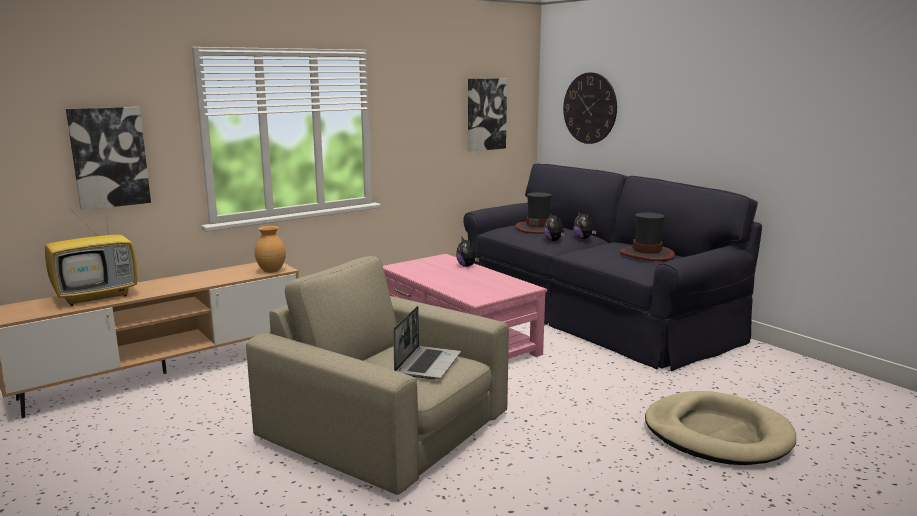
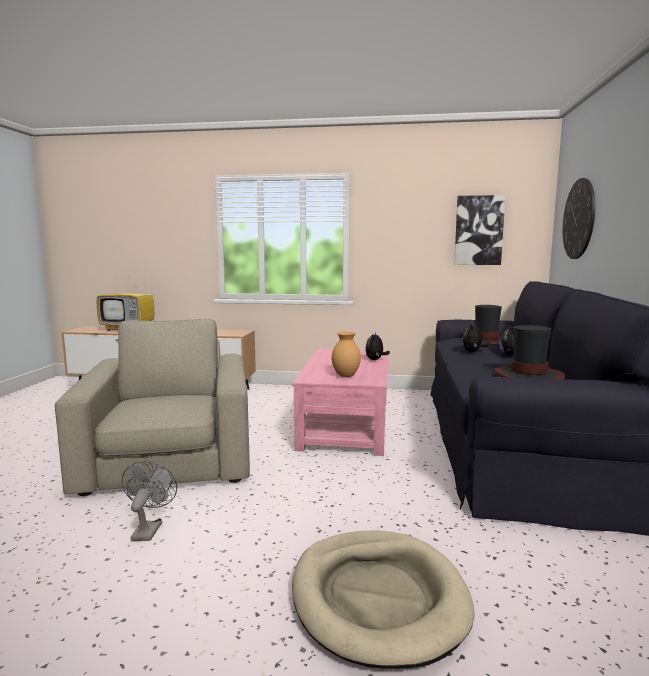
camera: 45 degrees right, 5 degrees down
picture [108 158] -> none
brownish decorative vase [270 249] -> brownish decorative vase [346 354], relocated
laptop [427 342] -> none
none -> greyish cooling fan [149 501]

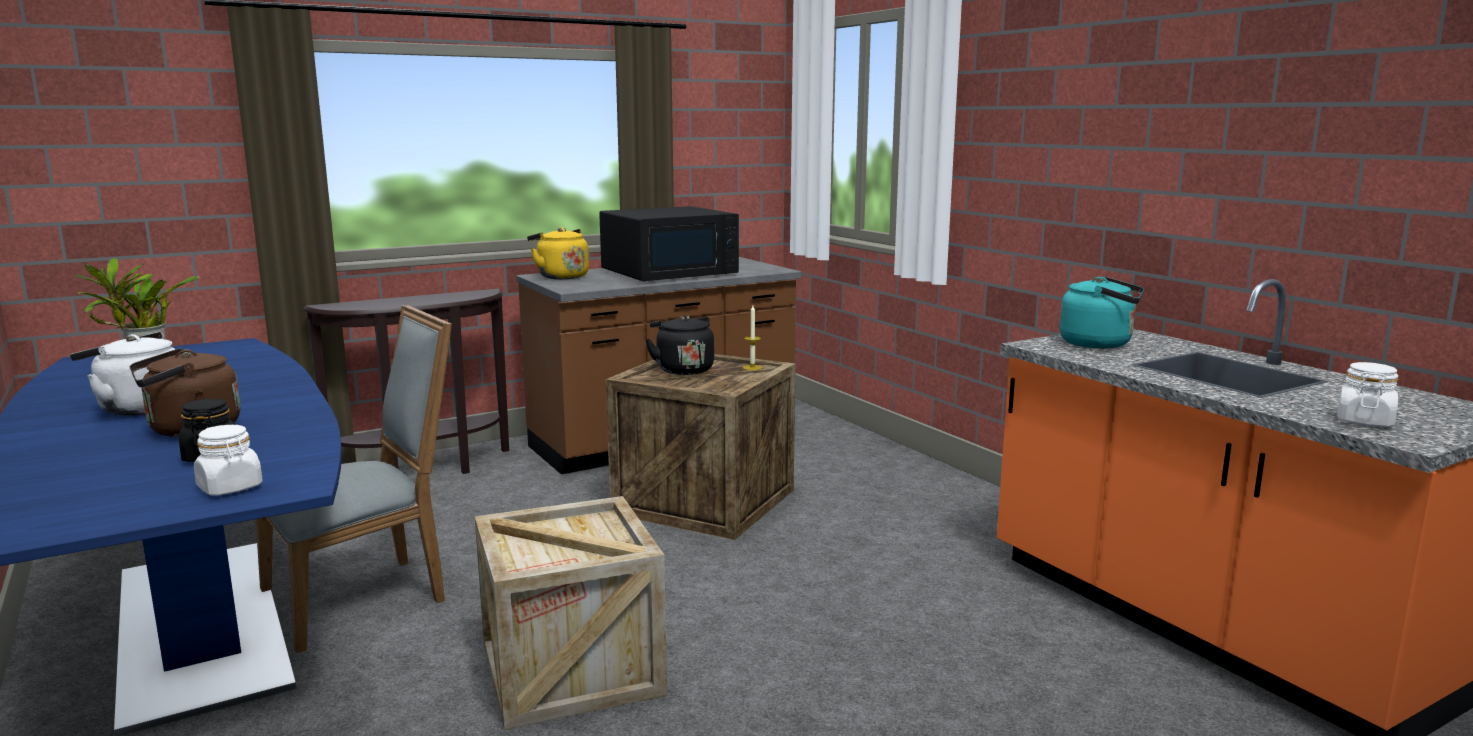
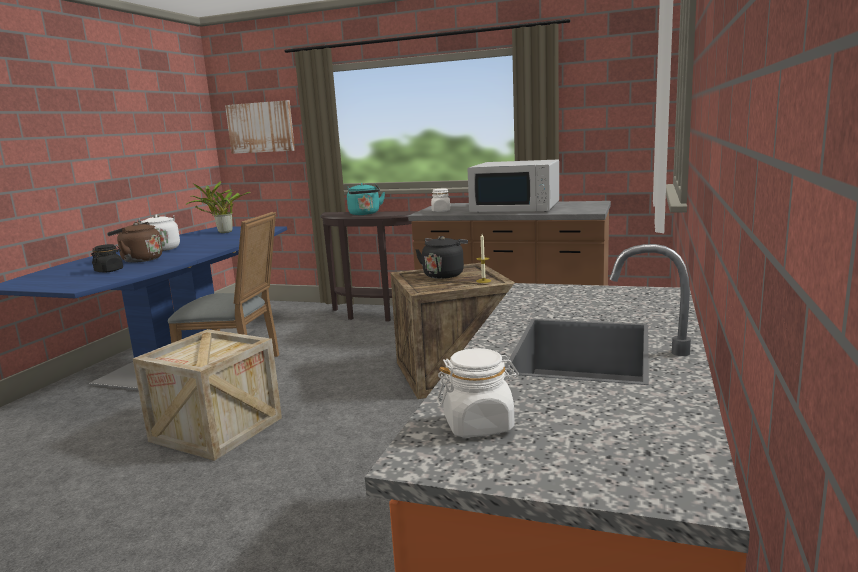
camera: 50 degrees right, 0 degrees up
black-coloured microwave oven [669 244] -> whitish microwave oven [513 186]
yellow kettle [558 253] -> none
turquoise-coloured kettle [1101 313] -> turquoise-coloured kettle [366 199], relocated
whitish storage jar [228 460] -> whitish storage jar [440 200], relocated
none -> picture [260 127]

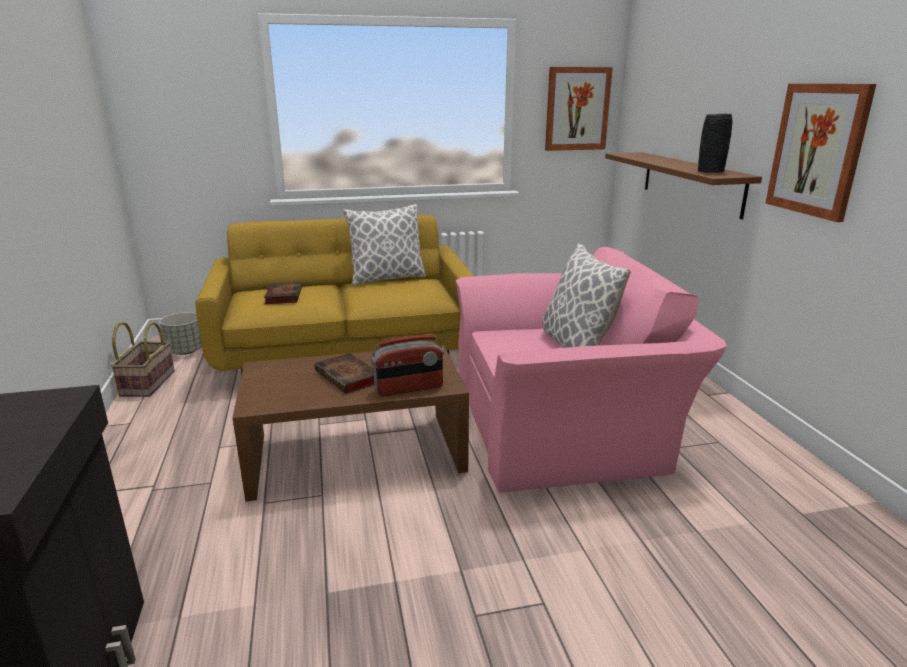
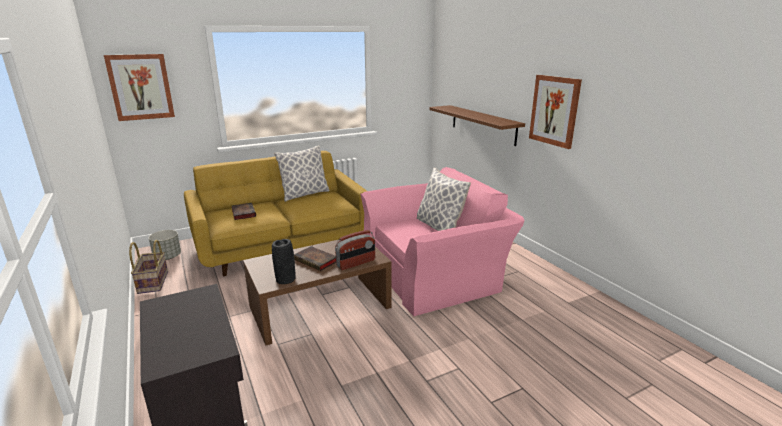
camera: 15 degrees left, 0 degrees up
picture [579 109] -> picture [139 87], relocated
black-coloured decorative vase [715 143] -> black-coloured decorative vase [284 261], relocated

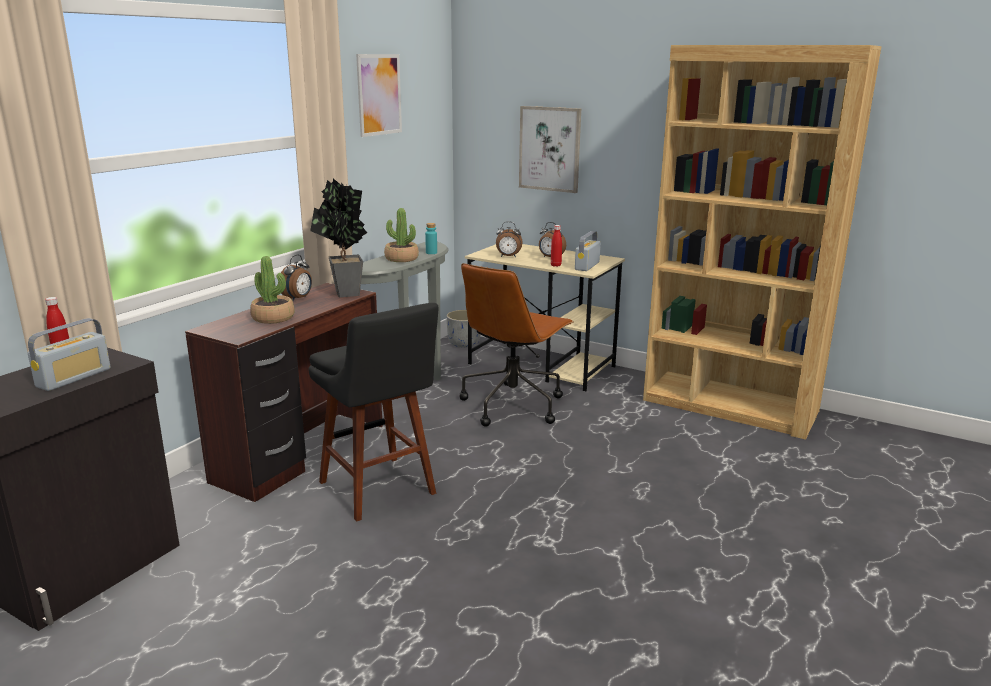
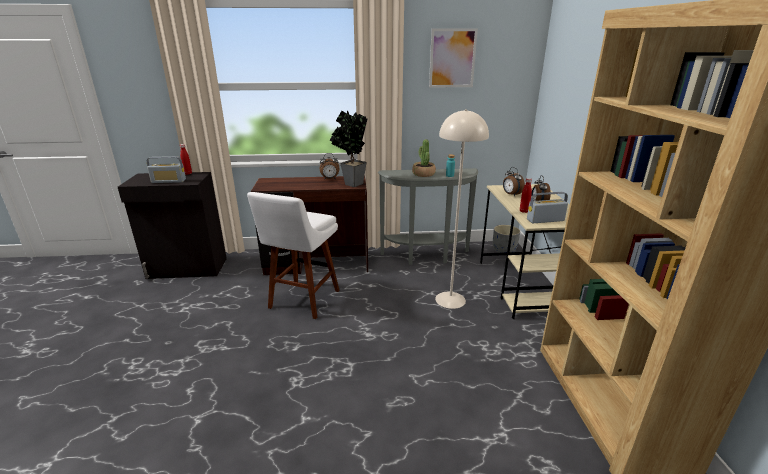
camera: 55 degrees right, 5 degrees up
picture [550 149] -> none
plant in a pot [272 290] -> none
brownish computer chair [516 345] -> beige-coloured floor lamp [462 209]
black-coloured sitting stool [373 412] -> whitish sitting stool [293 255]

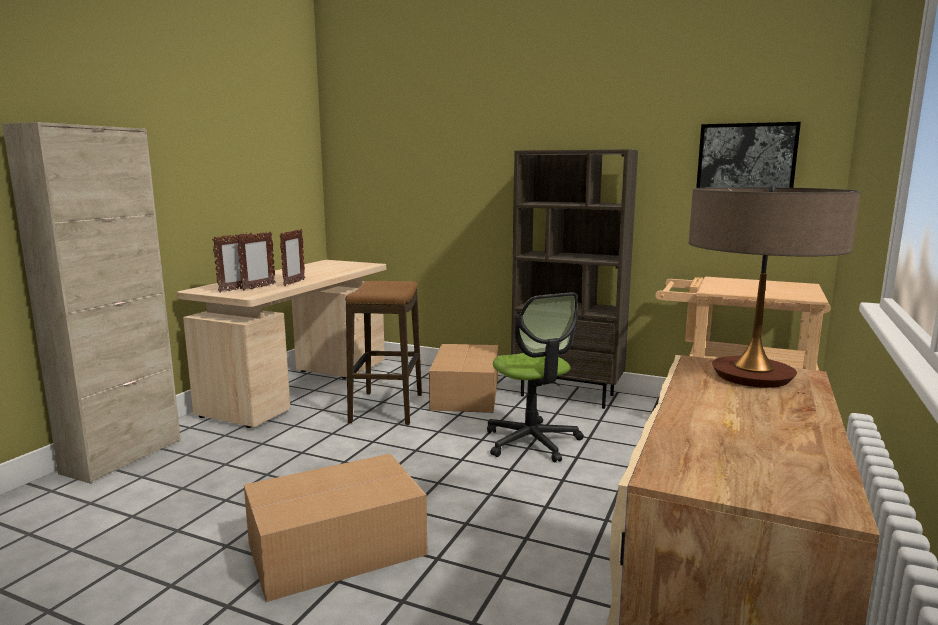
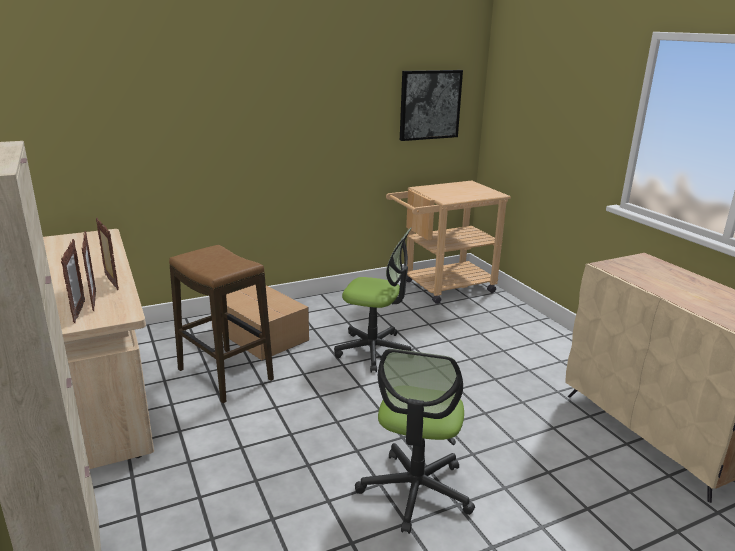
camera: 50 degrees left, 10 degrees up
brownish bookshelf [574 279] -> none
table lamp [775 287] -> none
cardboard box [336 527] -> computer chair [415 441]

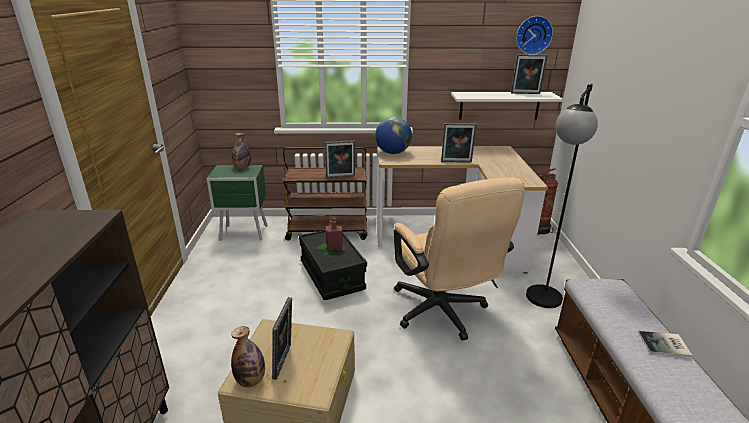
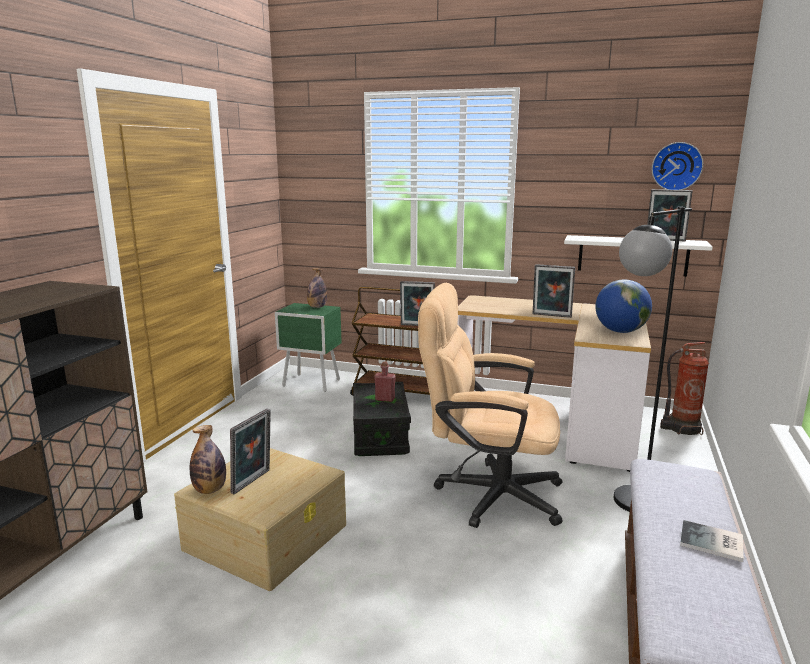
camera: 20 degrees right, 10 degrees down
desk globe [393 135] -> desk globe [623 306], relocated
beige-coloured computer chair [459 259] -> beige-coloured computer chair [490 405], 105 degrees clockwise

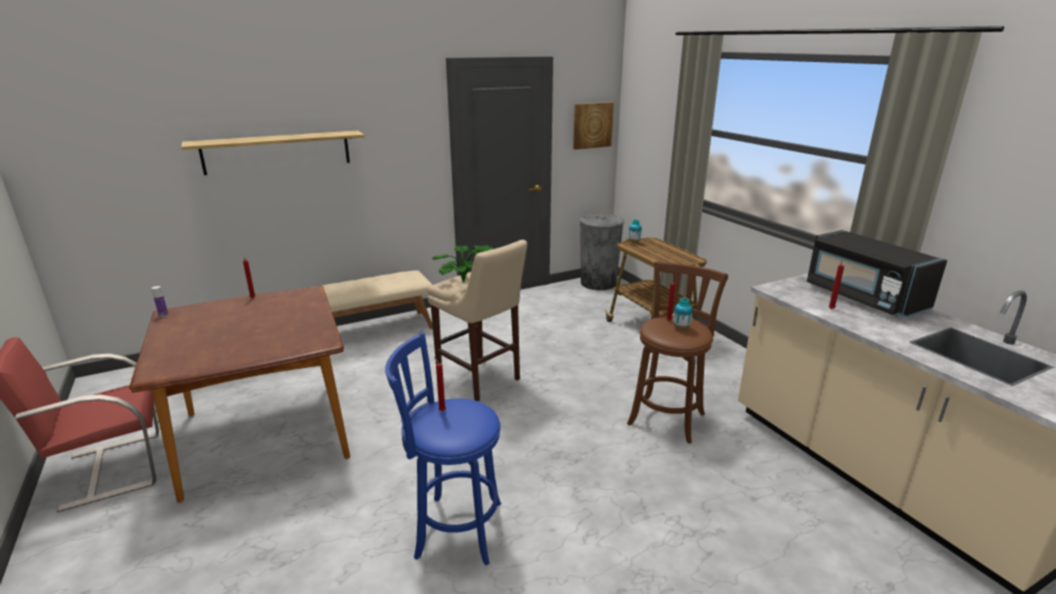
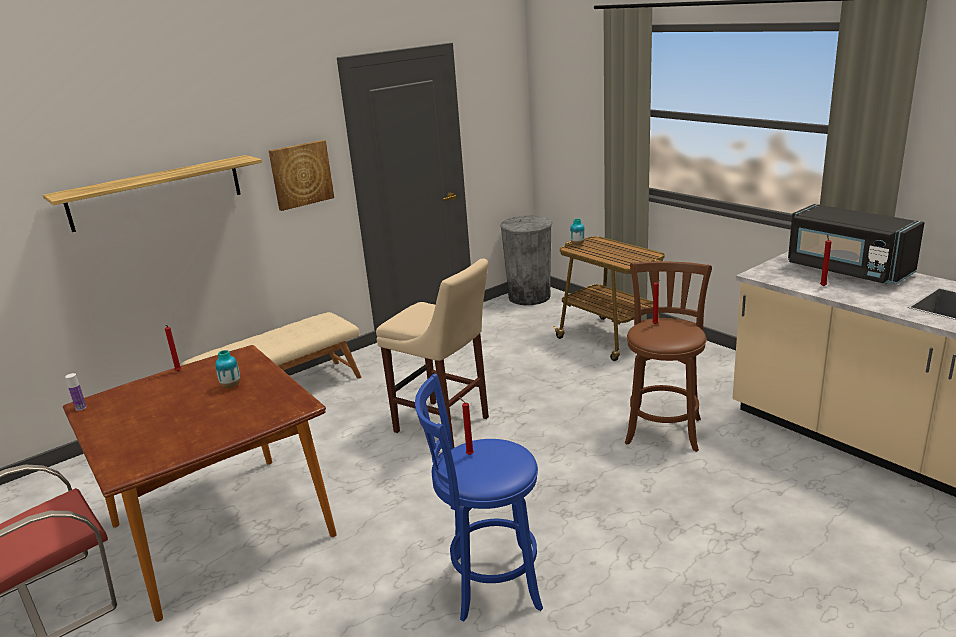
camera: 10 degrees left, 0 degrees up
picture [593 126] -> picture [301 175], relocated
plant in a pot [463 263] -> none
decorative vase [682 314] -> decorative vase [227 369], relocated

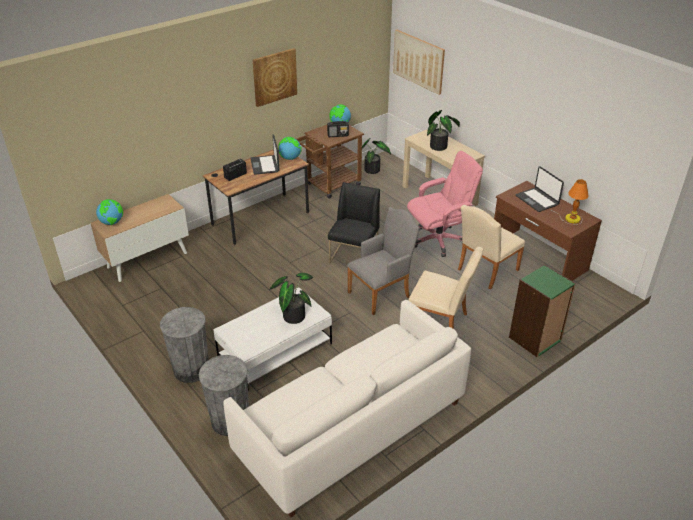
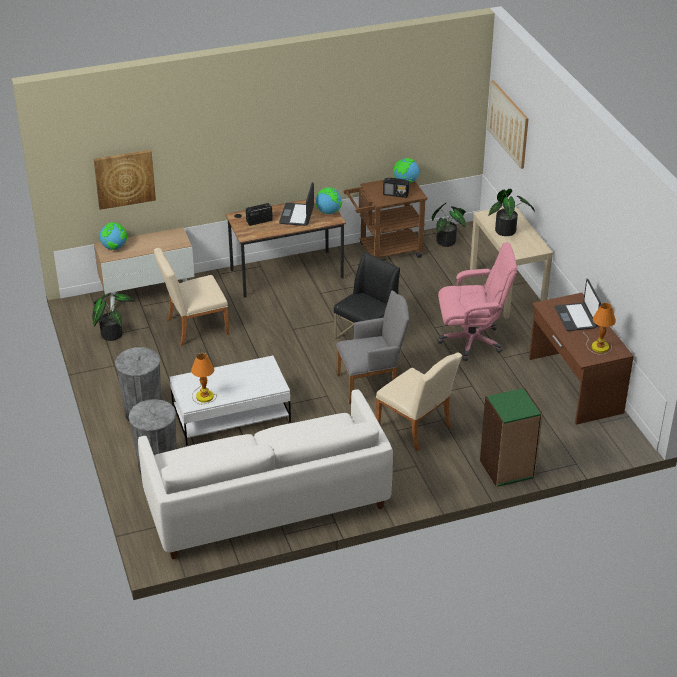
camera: 20 degrees right, 0 degrees up
picture [275 77] -> picture [125 180], relocated
beige-coloured plain chair [491 247] -> beige-coloured plain chair [191 297], relocated
plant in a pot [292 298] -> plant in a pot [113 317], relocated
none -> table lamp [204 378]

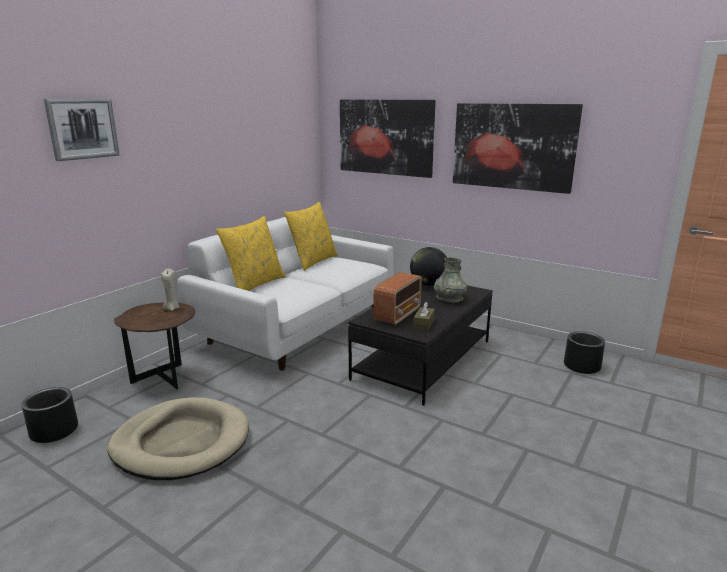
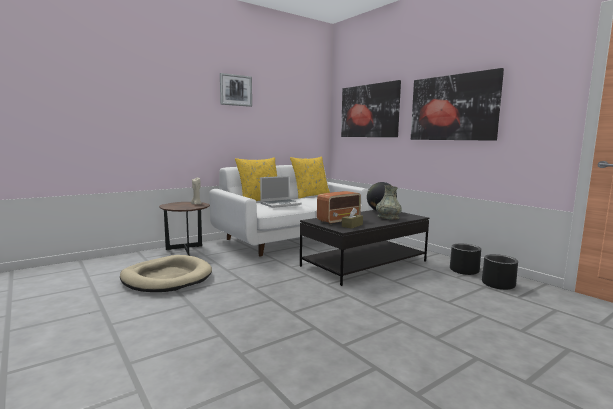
camera: 20 degrees right, 10 degrees down
picture [82 130] -> picture [236 90], relocated
black-coloured planter [49 415] -> black-coloured planter [465 259], relocated
none -> laptop [281 192]

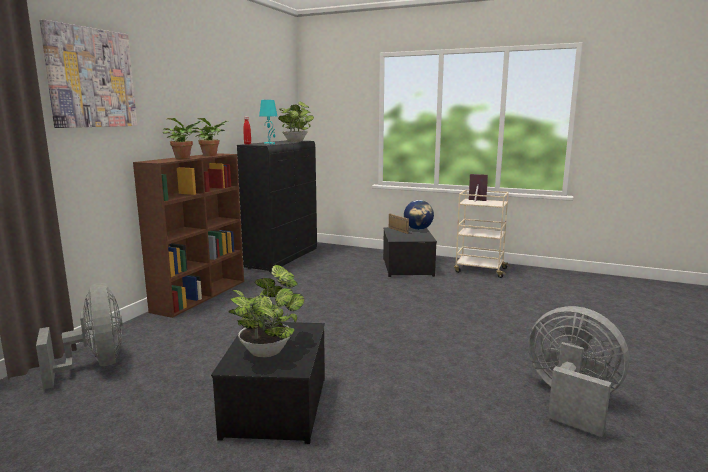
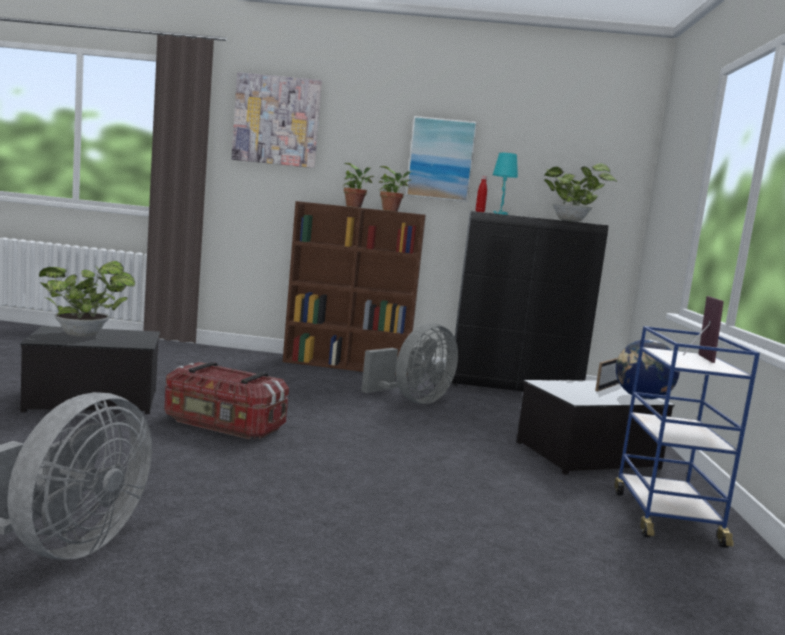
camera: 70 degrees right, 5 degrees down
beige-coloured trolley [482 233] -> blue-coloured trolley [687 437]
greyish cooling fan [79 336] -> greyish cooling fan [409 363], relocated
none -> picture [441 159]
none -> storage container [226 400]

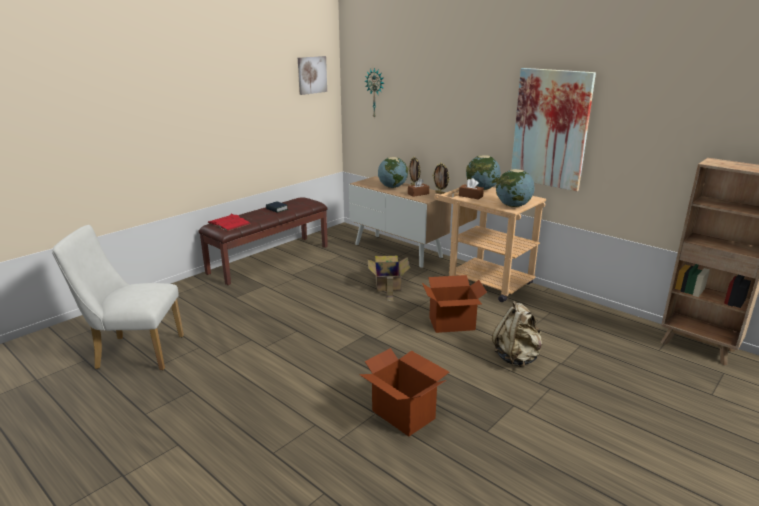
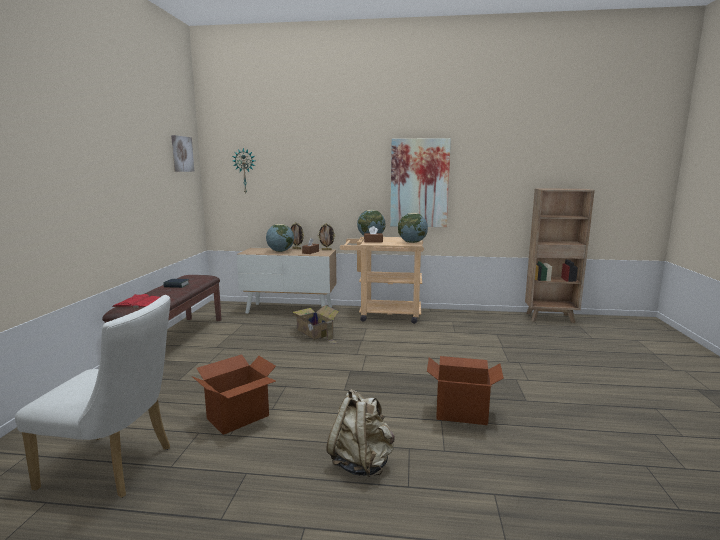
camera: 35 degrees left, 10 degrees down
whitish plain chair [118 297] -> whitish plain chair [92 396], 135 degrees counterclockwise
cardboard box [454 304] -> cardboard box [234 394], relocated
beige-coloured backpack [517 334] -> beige-coloured backpack [360 433], relocated

